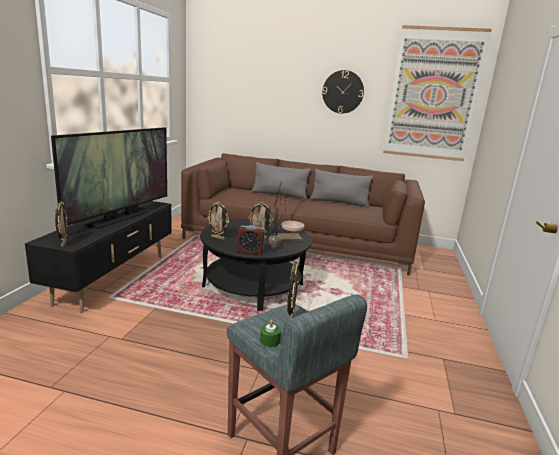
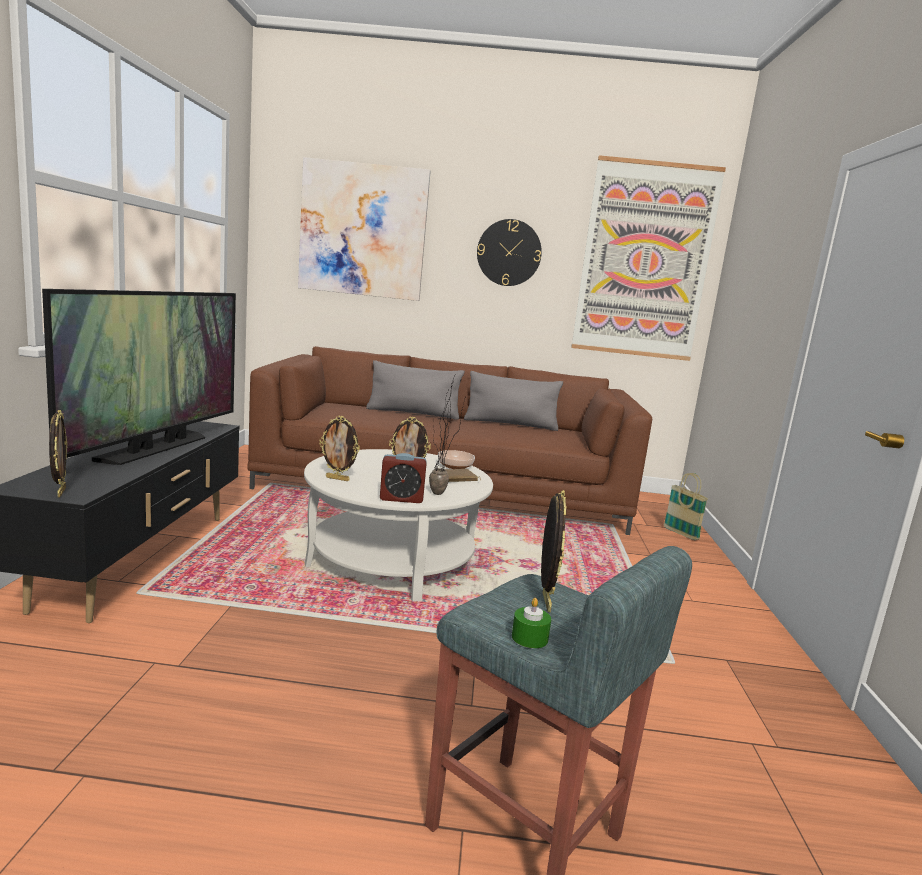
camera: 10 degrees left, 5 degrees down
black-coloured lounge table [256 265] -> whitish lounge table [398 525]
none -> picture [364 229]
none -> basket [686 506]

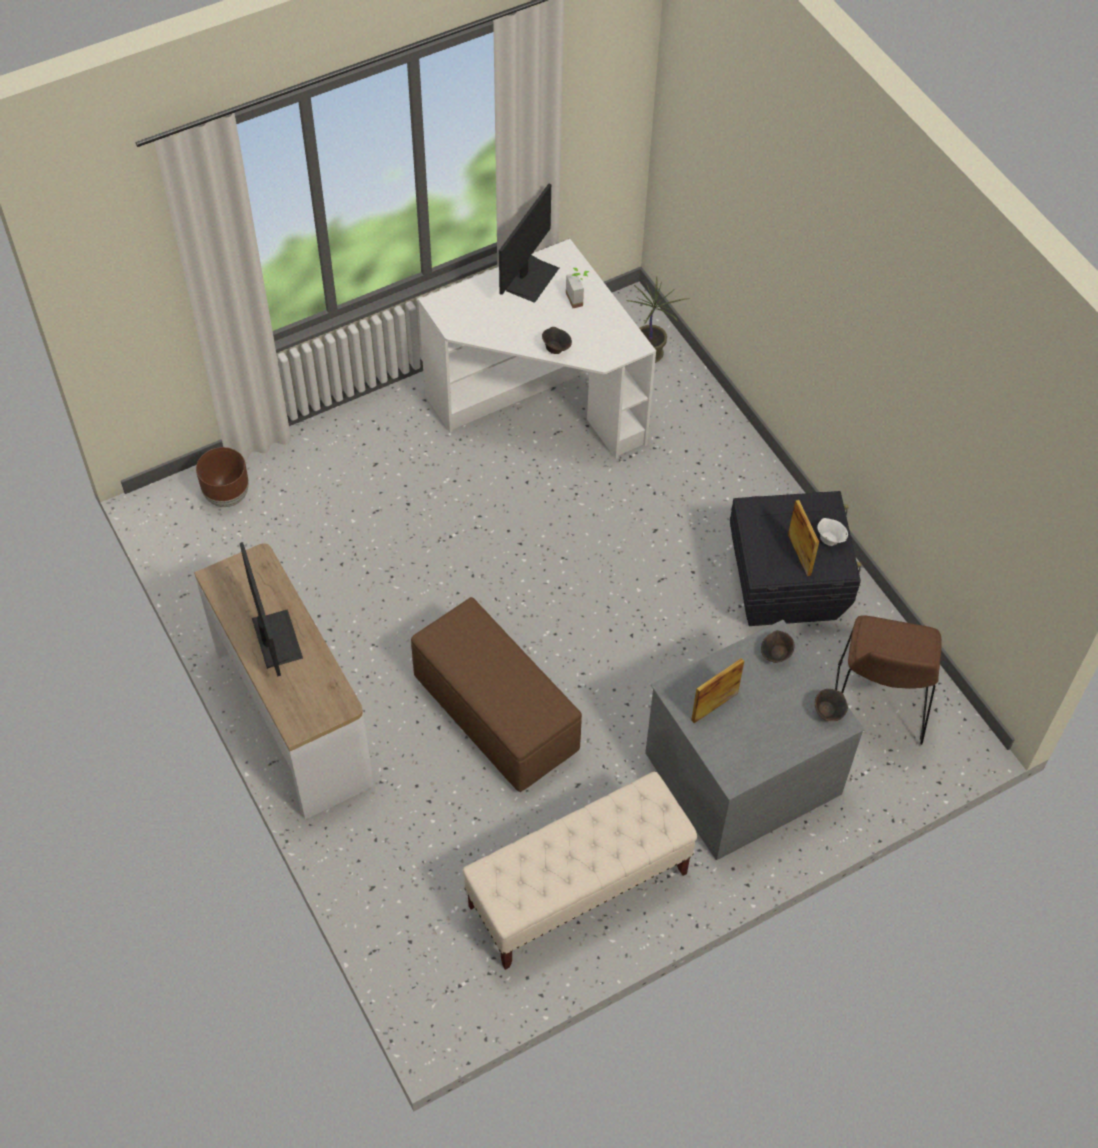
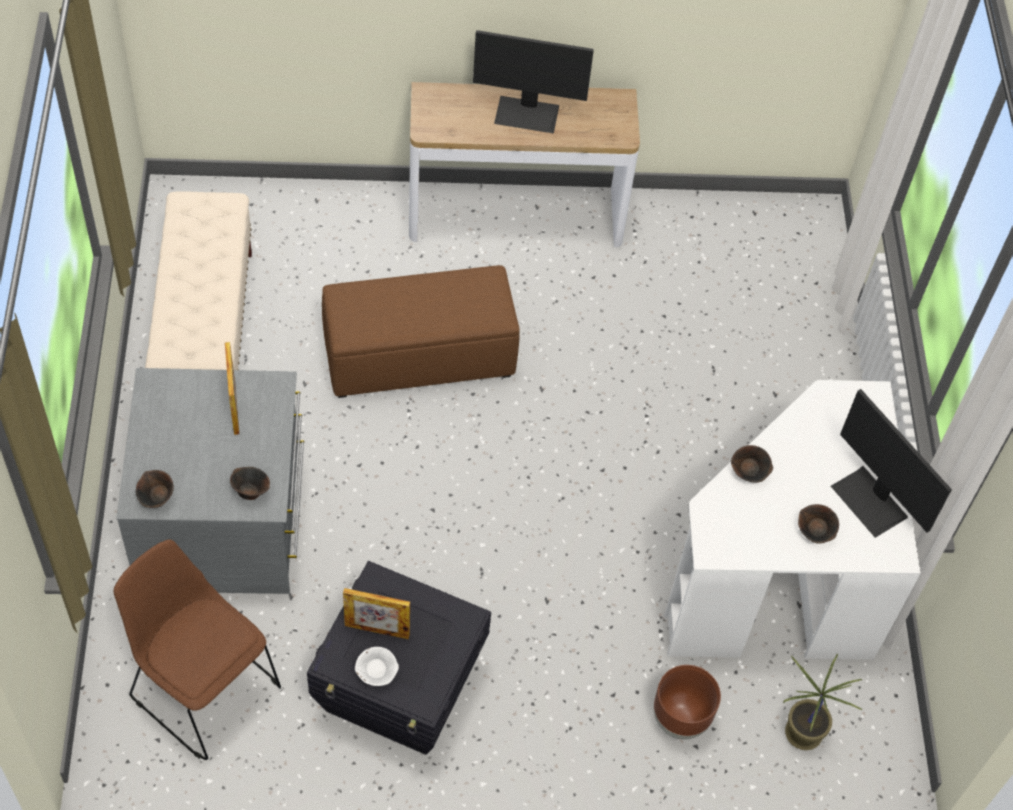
camera: 115 degrees right, 0 degrees up
plant in a pot [577 288] -> brownish deep dish [818 523]
brownish planter [222 477] -> brownish planter [687 702], relocated

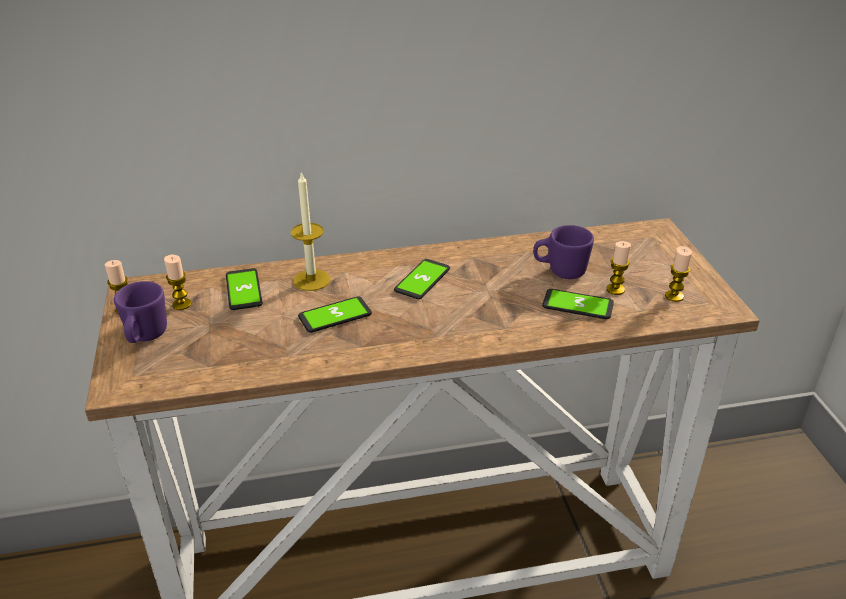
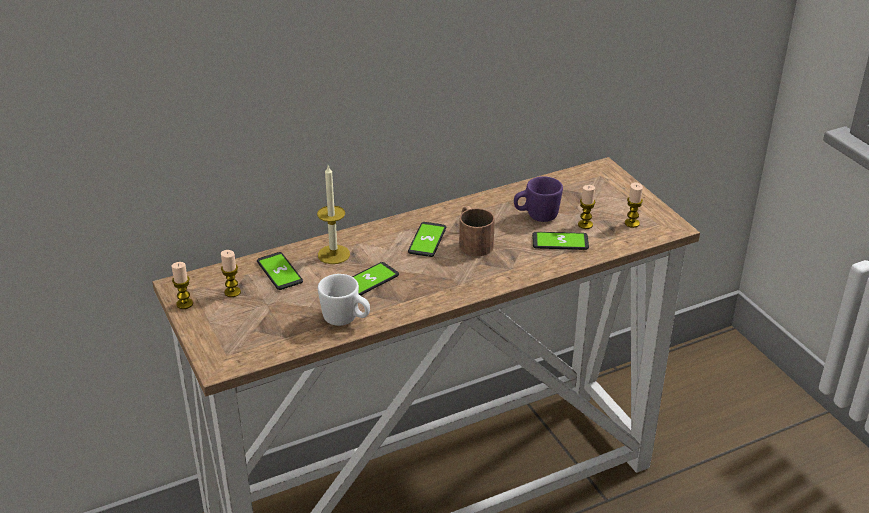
camera: 15 degrees left, 0 degrees up
purple-coloured coffee mug [140 312] -> none
none -> brownish coffee mug [477 231]
none -> whitish coffee mug [344 300]

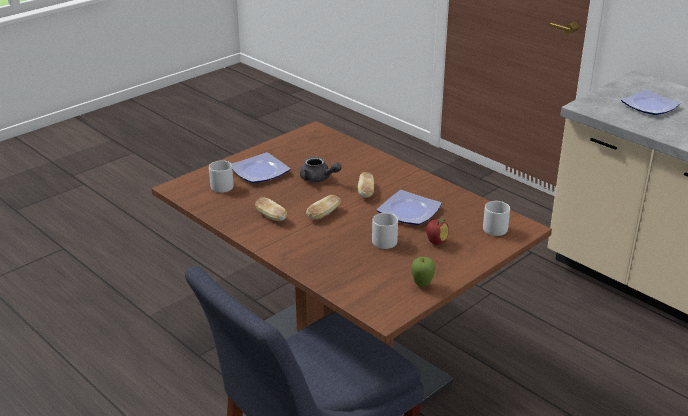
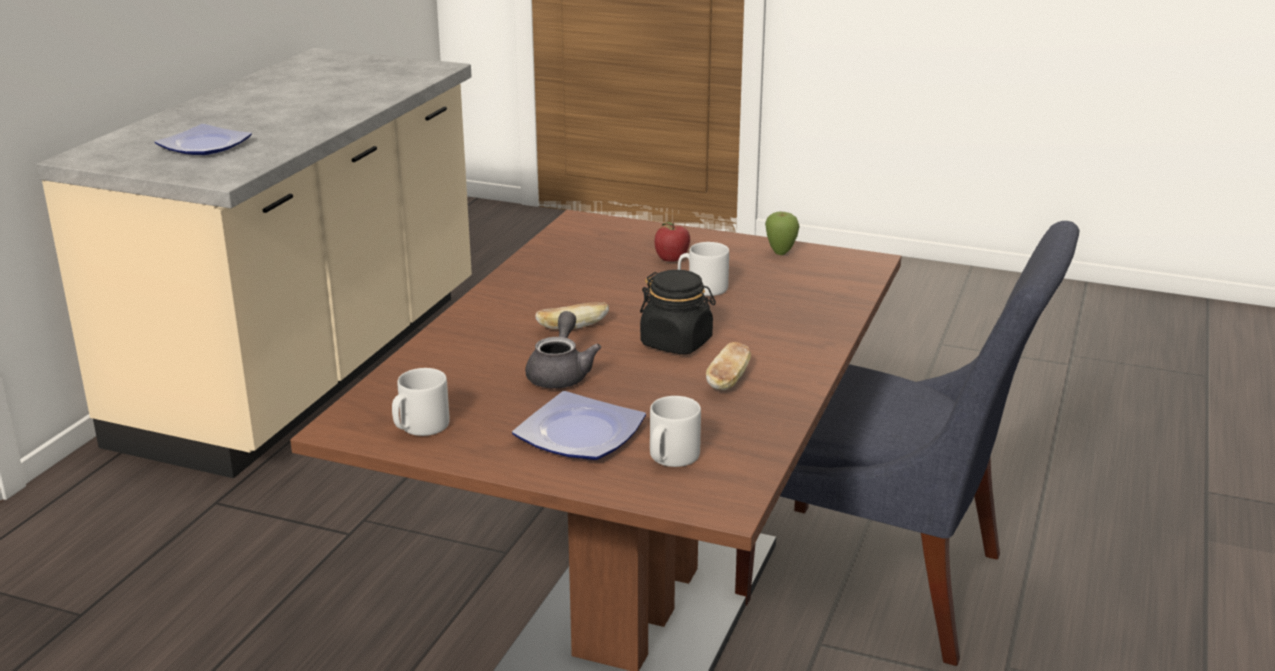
camera: 115 degrees left, 5 degrees down
dinner plate [409 207] -> none
bakery bread [323 207] -> black-coloured storage jar [678 312]
greyish coffee mug [496 218] -> greyish coffee mug [421 402], relocated

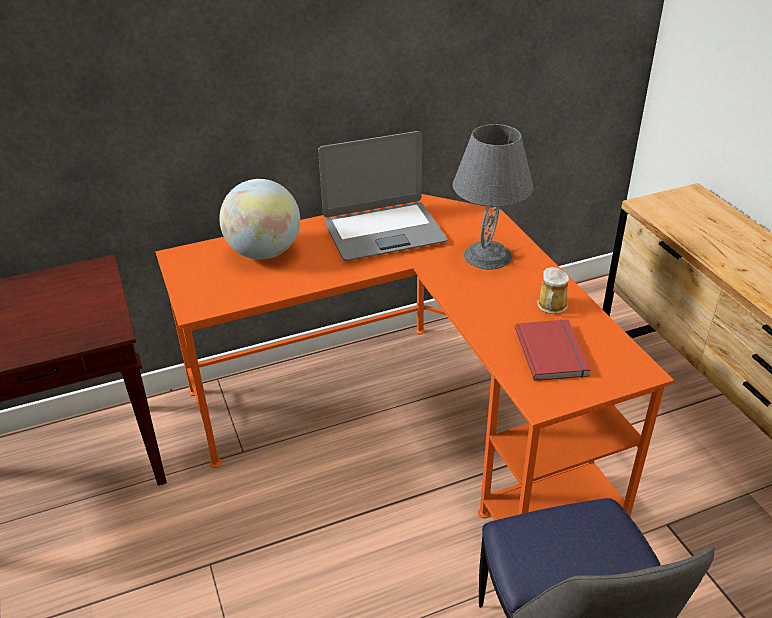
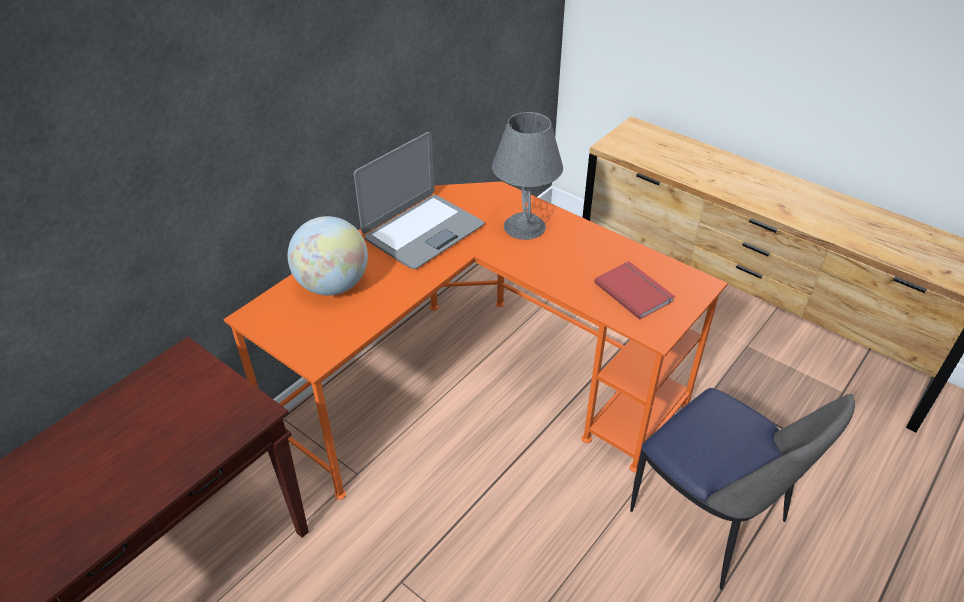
camera: 30 degrees left, 5 degrees up
coffee mug [553 290] -> none

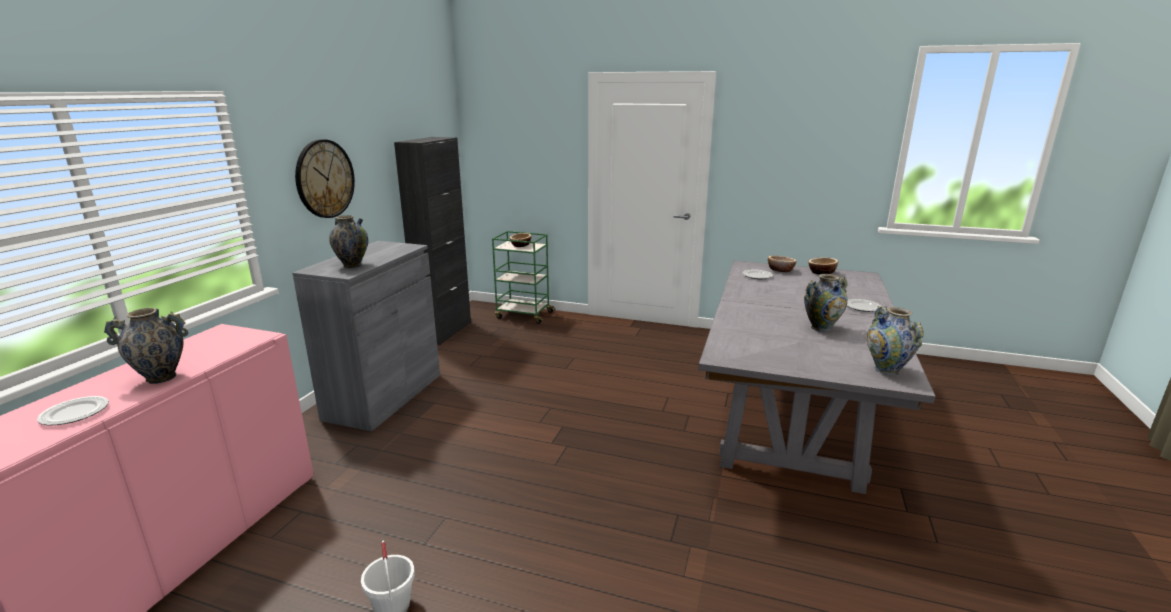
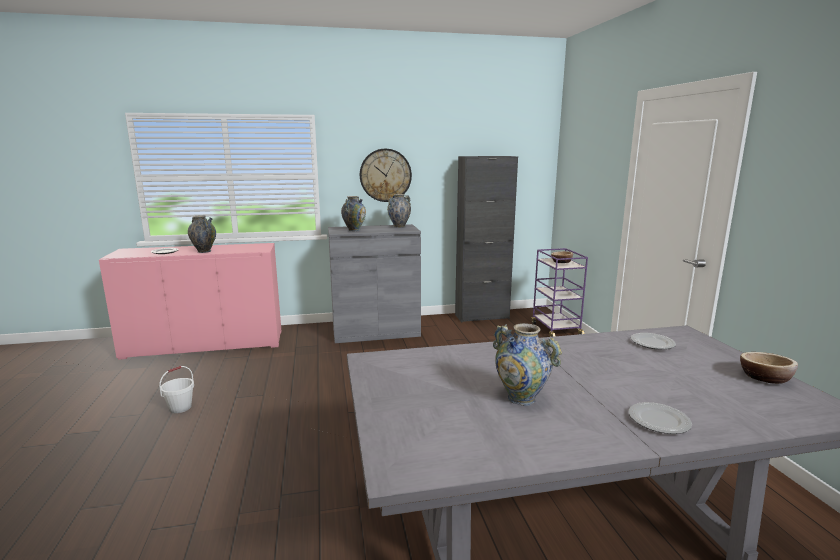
camera: 60 degrees right, 5 degrees down
green trolley [524 277] -> purple-coloured trolley [559 292]
deep dish [782 264] -> none
decorative vase [895 341] -> decorative vase [399 211], relocated

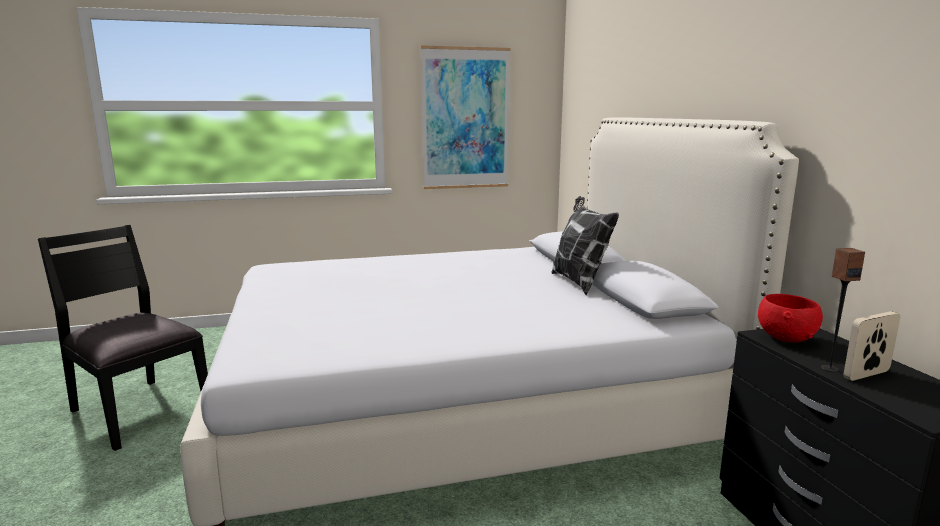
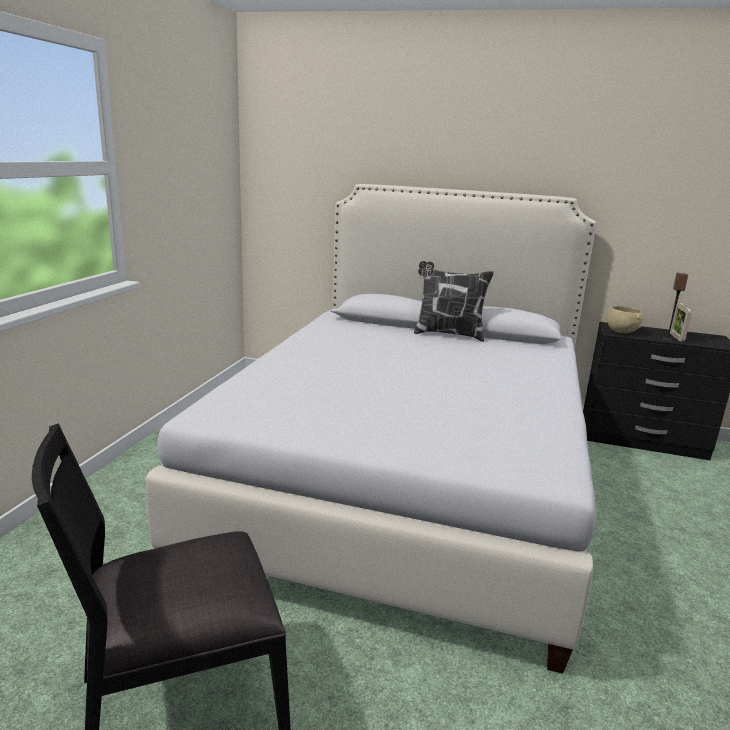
camera: 60 degrees left, 5 degrees up
picture [465 117] -> none
red-coloured deep dish [790 318] -> beige-coloured deep dish [624 319]

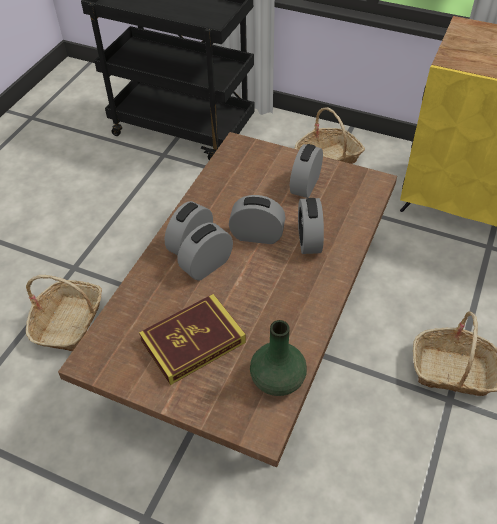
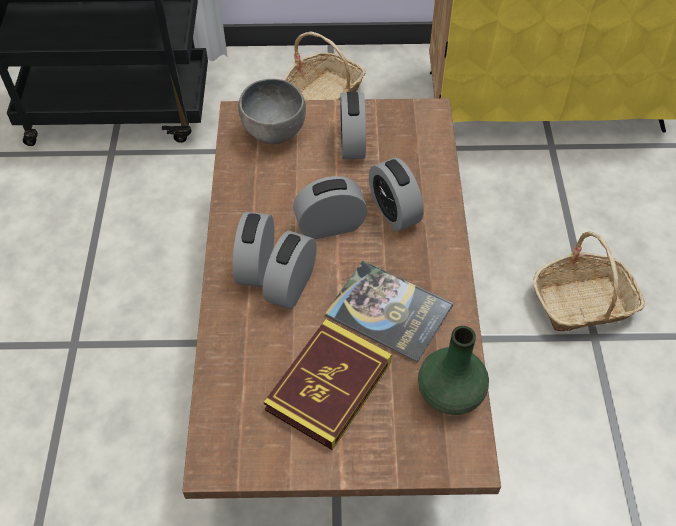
camera: 25 degrees left, 5 degrees up
basket [64 313] -> none
none -> greyish deep dish [272 112]
none -> bound book [389 312]

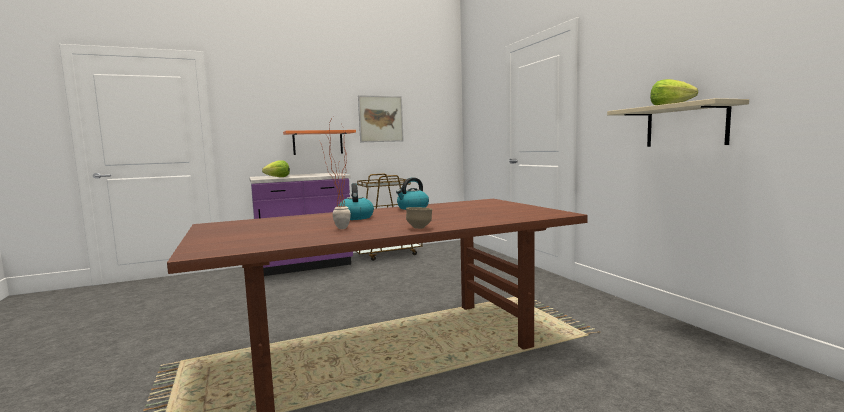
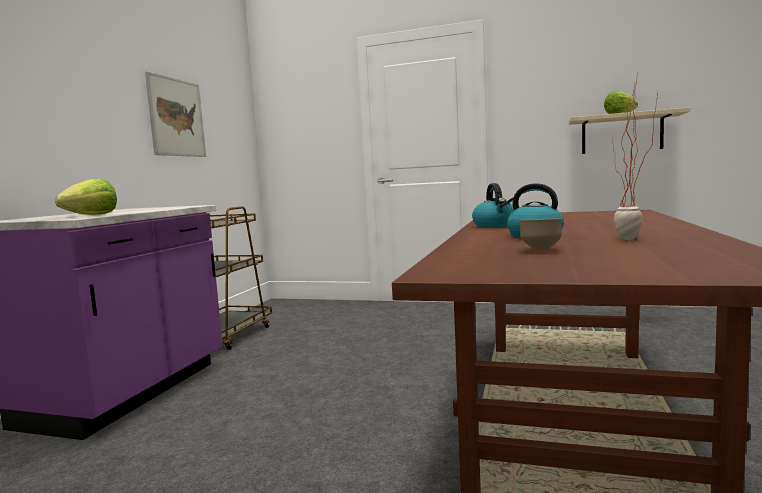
camera: 50 degrees left, 0 degrees up
orange-coloured shelf [319 142] -> none
brownish deep dish [419 218] -> brownish deep dish [540 234], relocated

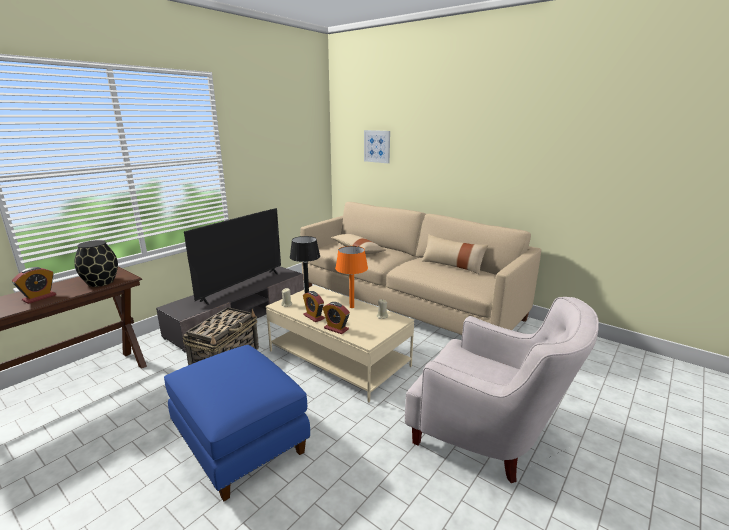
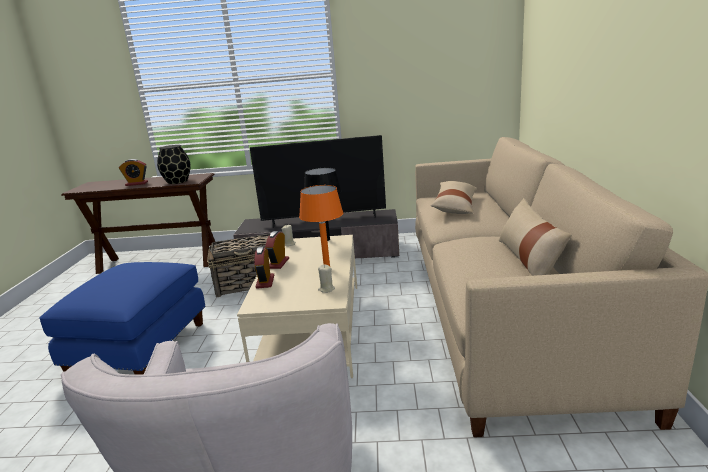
camera: 55 degrees right, 0 degrees up
picture [377 146] -> none

